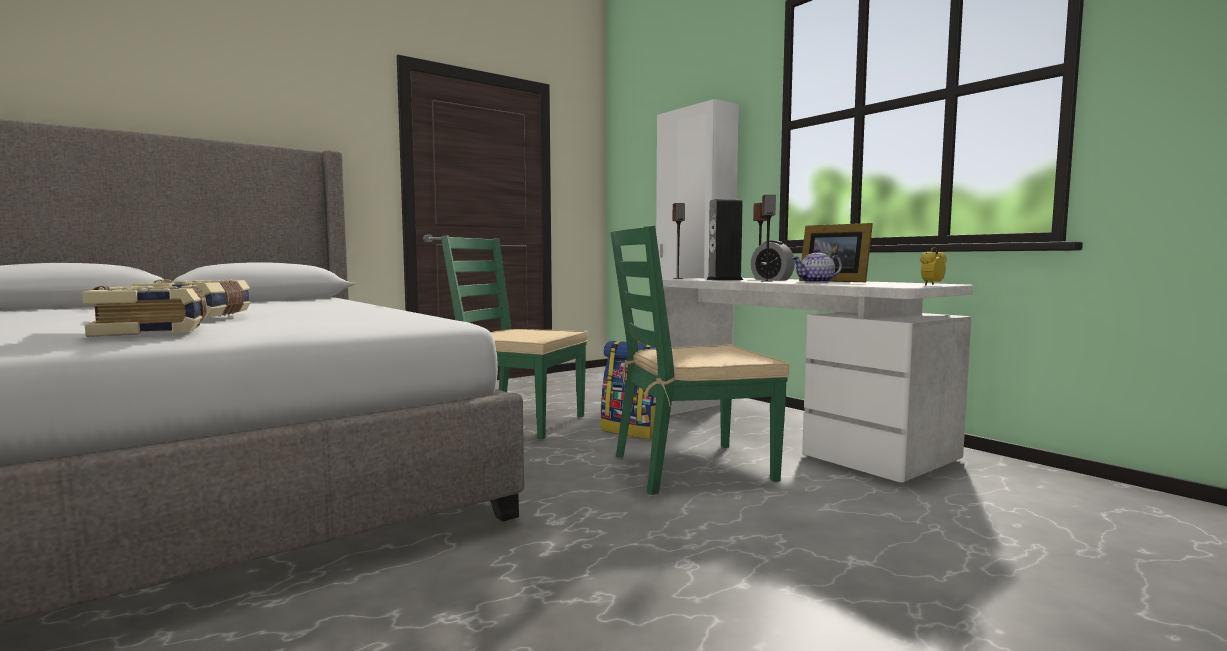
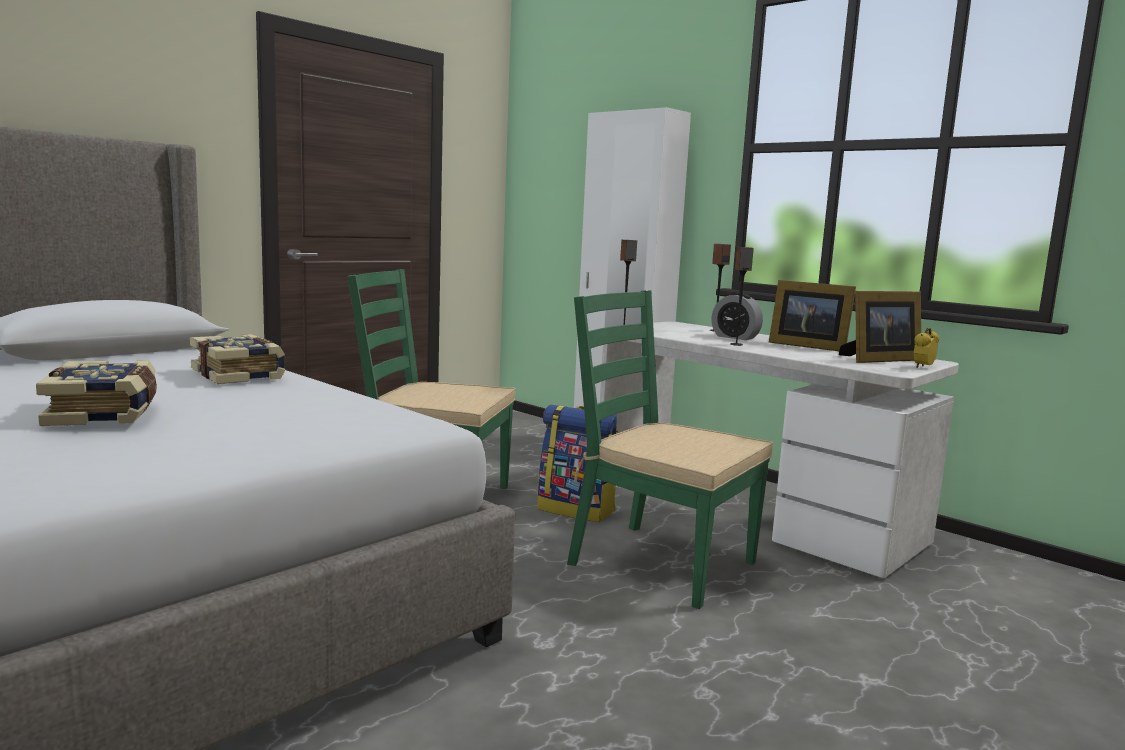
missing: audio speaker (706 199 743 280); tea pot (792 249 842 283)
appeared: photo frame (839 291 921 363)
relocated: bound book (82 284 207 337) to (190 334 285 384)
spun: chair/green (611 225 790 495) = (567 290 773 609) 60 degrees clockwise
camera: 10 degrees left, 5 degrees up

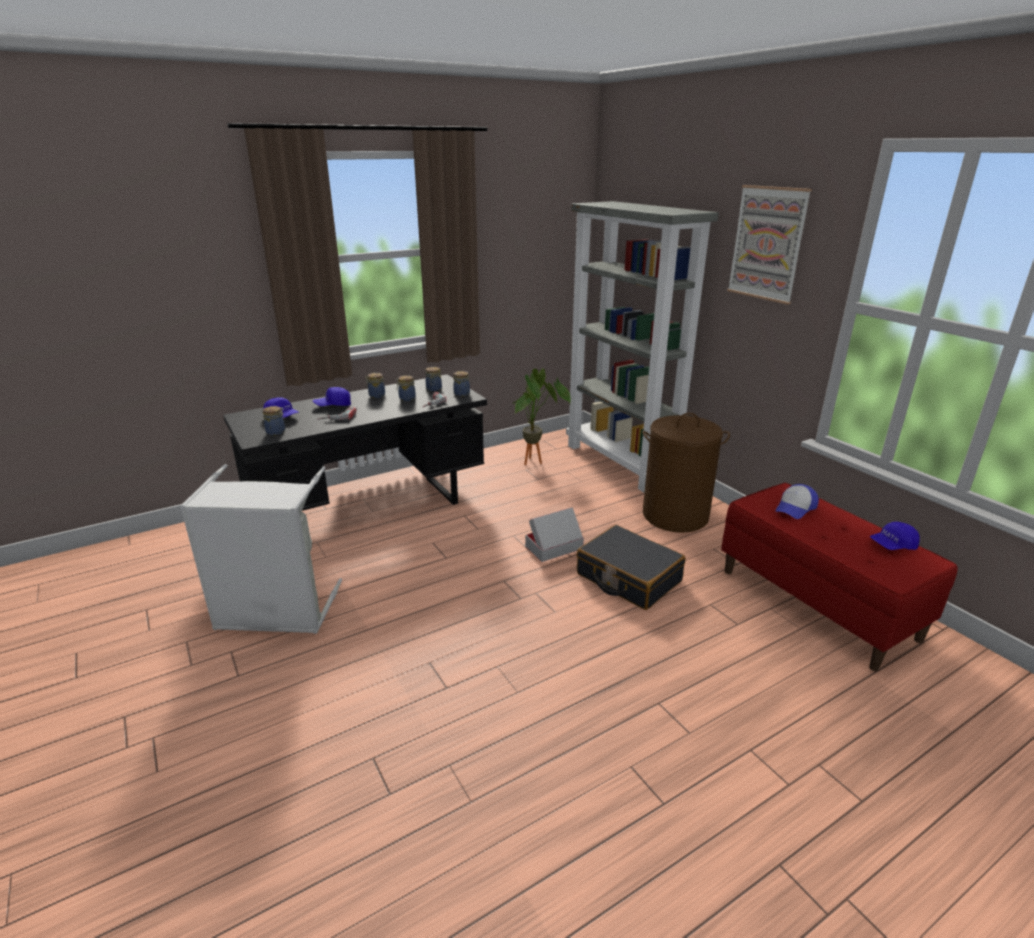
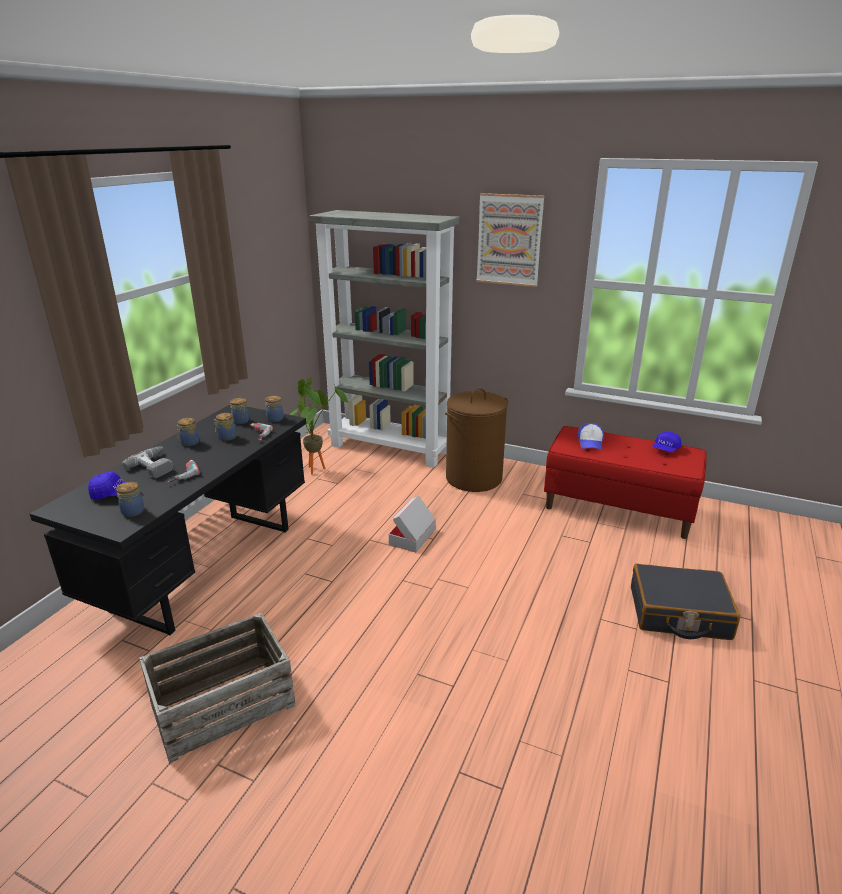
relocated: piece of luggage/black-coloured (577 525 685 610) to (631 564 740 640)
exchanged: washing basket/gray (180 464 342 634) to crate (139 613 295 764); cap/bluish (312 387 351 406) to drill (122 447 173 478)
camera: 35 degrees left, 0 degrees up

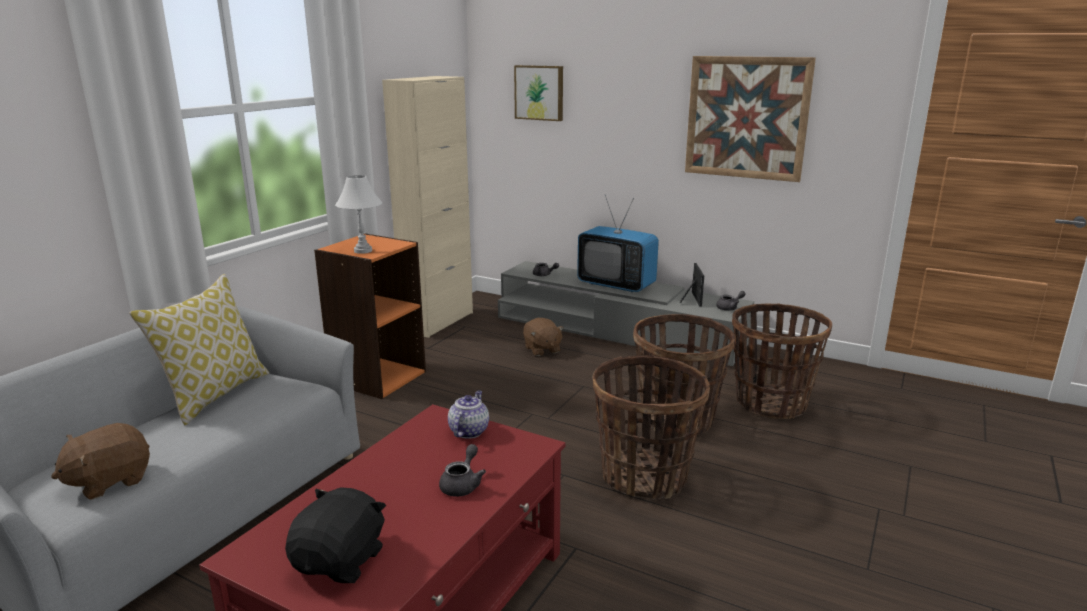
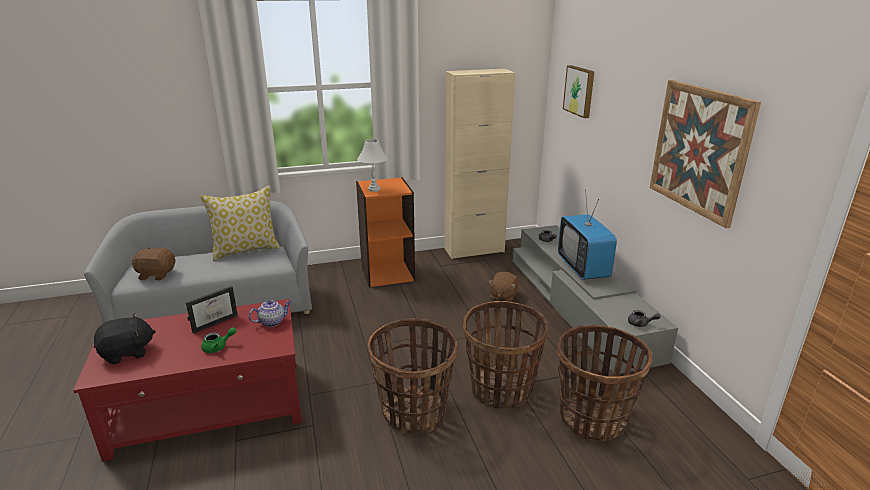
relocated: photo frame (680 263 704 306) to (186 286 238 334)
colour: tea pot/gray (439 444 486 497) to tea pot/green (201 327 236 353)
camera: 45 degrees right, 5 degrees up

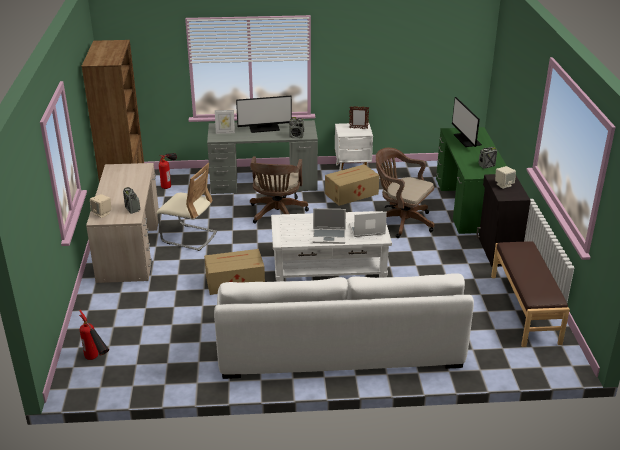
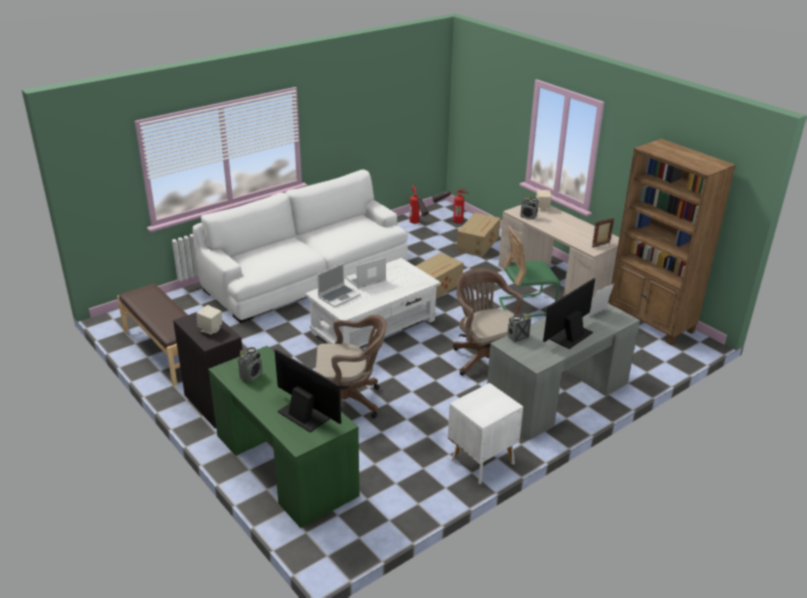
relocated: fire extinguisher (159 153 177 189) to (409 184 429 224); cardboard box (325 164 379 206) to (456 213 501 257); photo frame (349 106 369 129) to (592 217 615 248)
colour: chair/beige (157 163 217 251) to chair/green (499 226 560 317)
camera: 145 degrees right, 0 degrees up

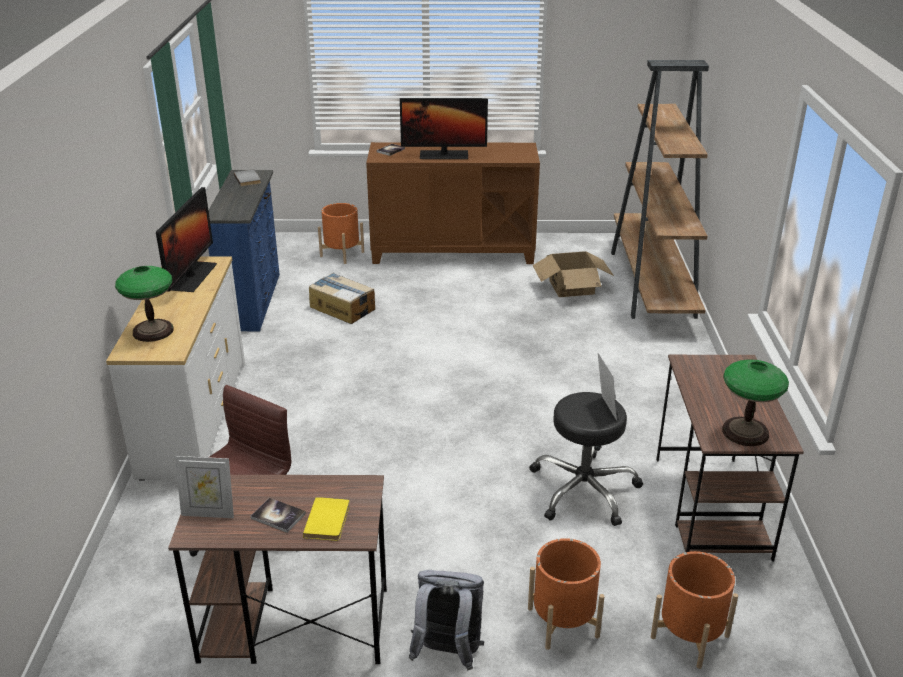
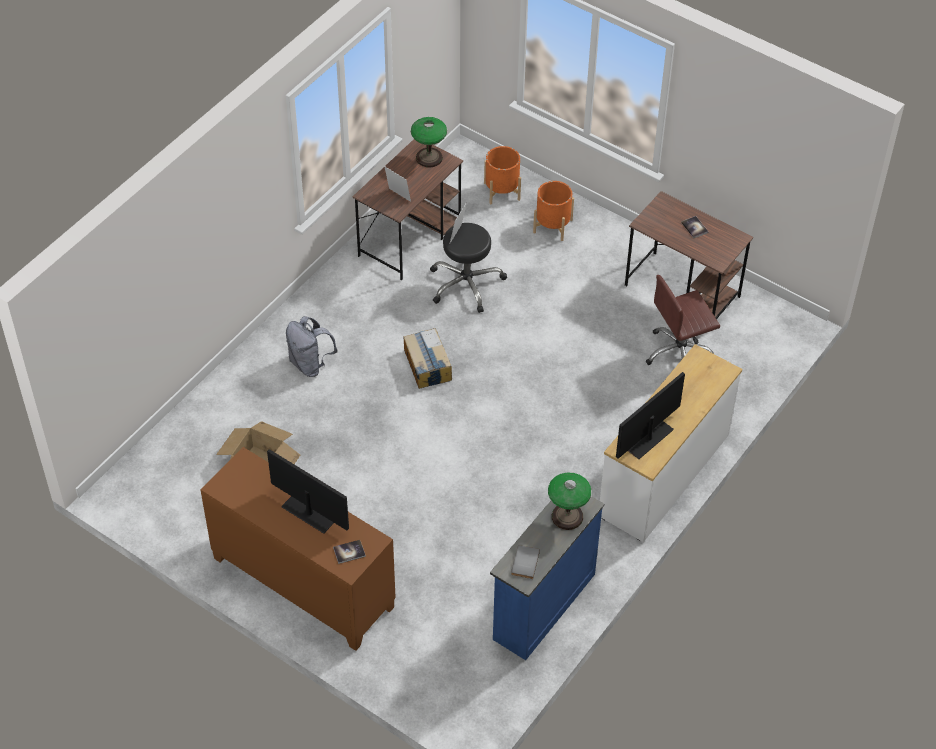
missing: bound book/yellowish (303 497 350 541); plant pot/orange (318 203 364 264); bookcase/brown-coloured (611 60 709 319)
relocated: tabletop lamp (115 266 174 342) to (548 472 591 530); photo frame (175 456 234 518) to (384 166 411 202); cardboard box (309 273 375 324) to (404 328 452 389); backpack/gray (409 570 484 670) to (286 316 338 377)
camera: 145 degrees left, 20 degrees up

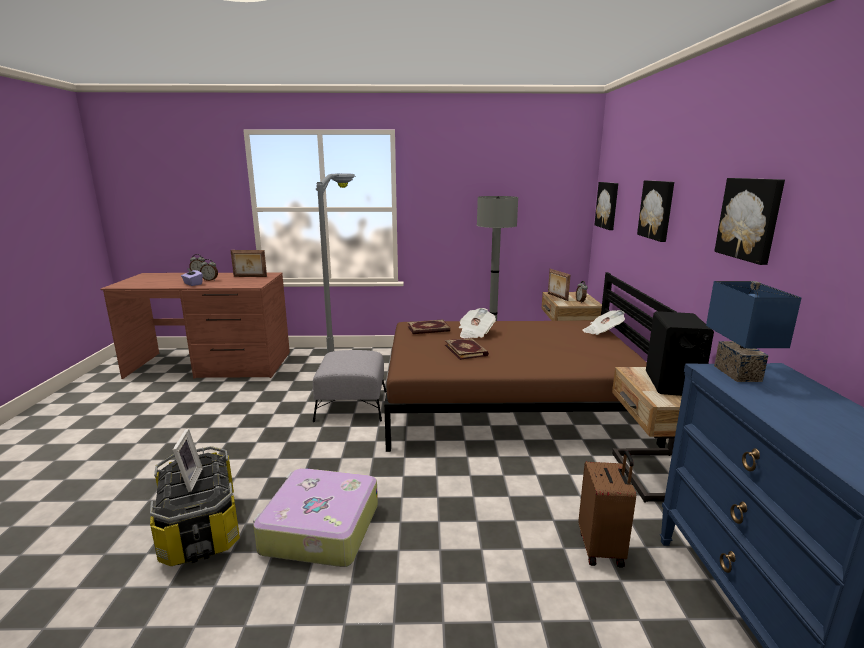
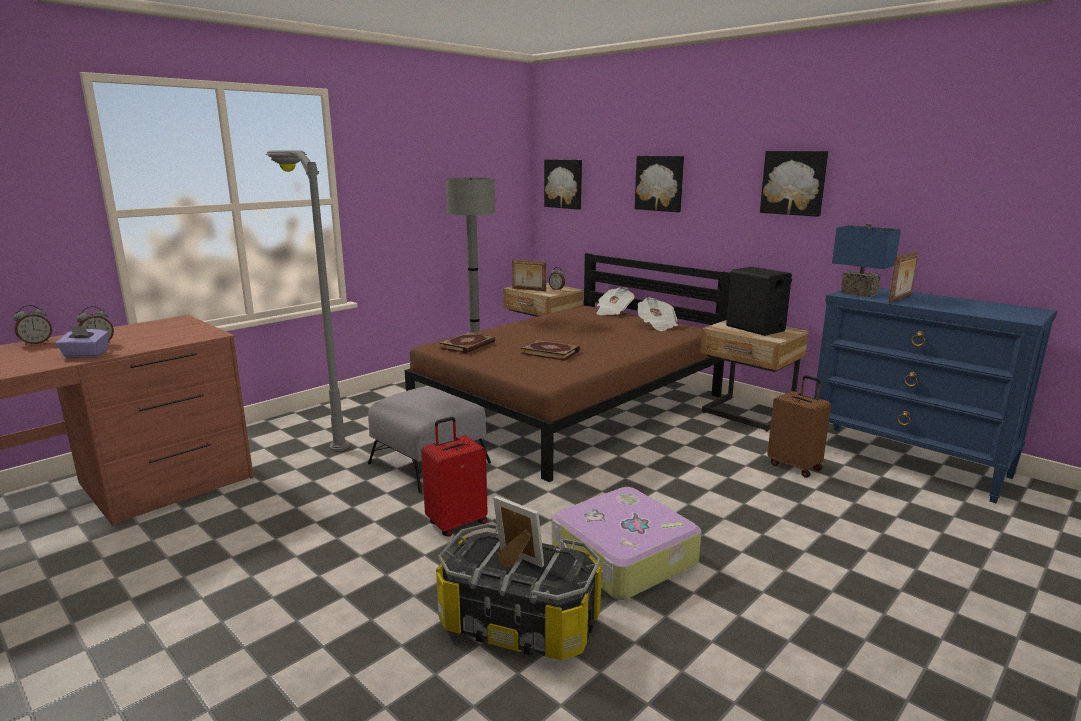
appeared: piece of luggage/red (421 417 488 537)
relocated: photo frame (230 250 267 277) to (888 251 918 303); daily paper (459 308 496 338) to (638 298 678 331)
camera: 45 degrees left, 0 degrees up

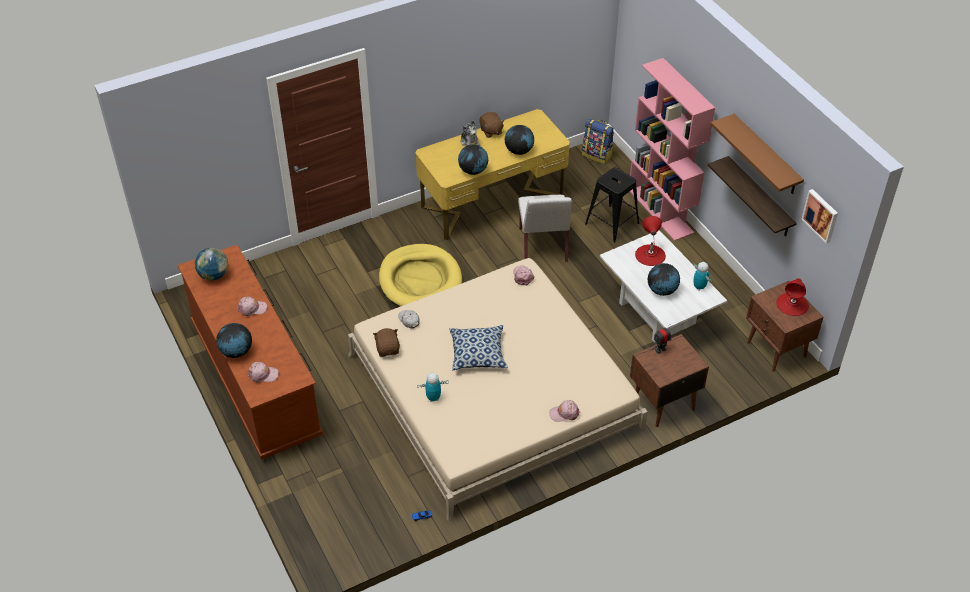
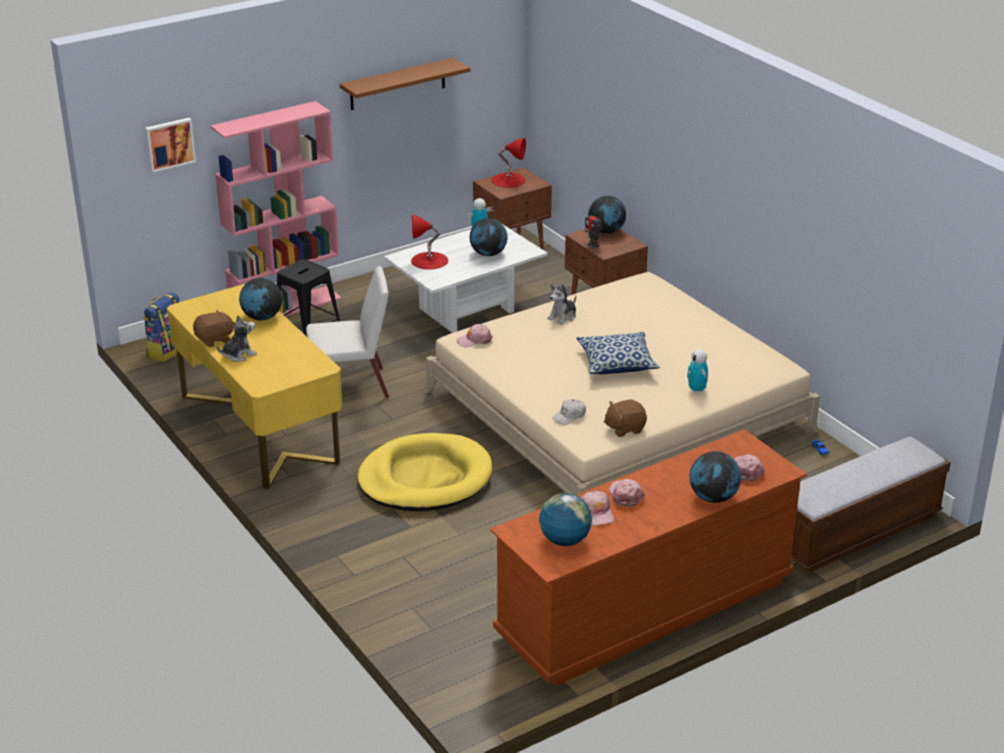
missing: bracket shelf (708 156 797 236)
appeared: cuddly toy (548 284 576 325); indoor bench (791 437 951 573)
relocated: world globe (458 144 488 175) to (588 196 626 234); cap/pink (549 400 580 422) to (581 491 614 526); picture (801 189 838 244) to (145 118 196 172)
camera: 95 degrees left, 15 degrees down

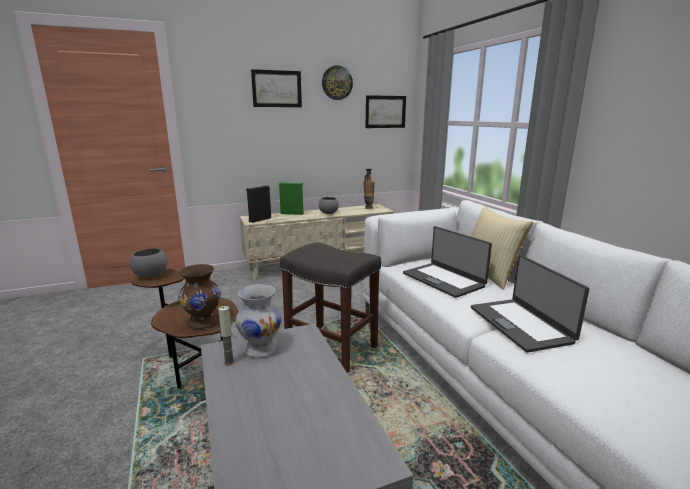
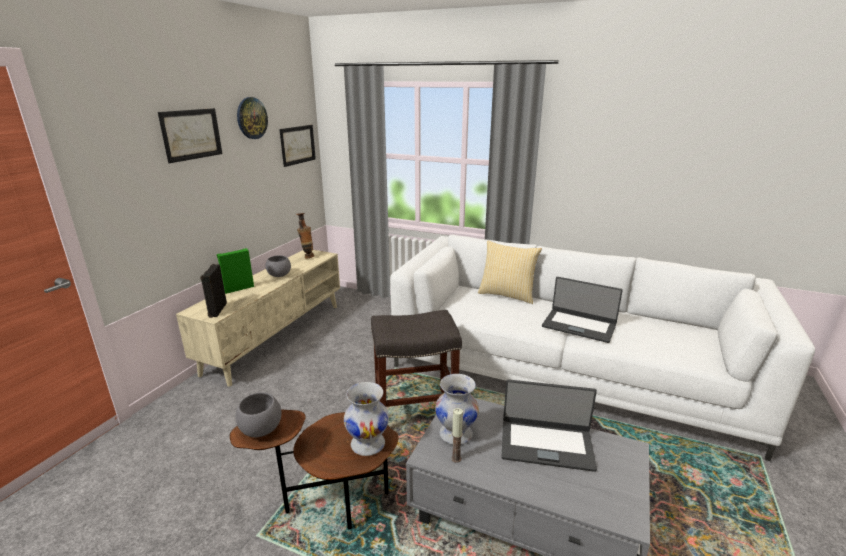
relocated: notebook computer (403 226 492 298) to (502 379 597 472)
colour: flower vase/brown-coloured (178 264 221 329) to flower vase/white (344 382 389 456)
camera: 45 degrees left, 5 degrees up

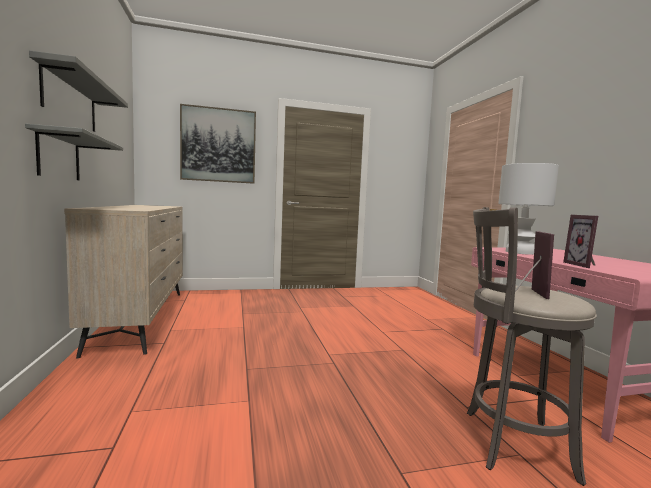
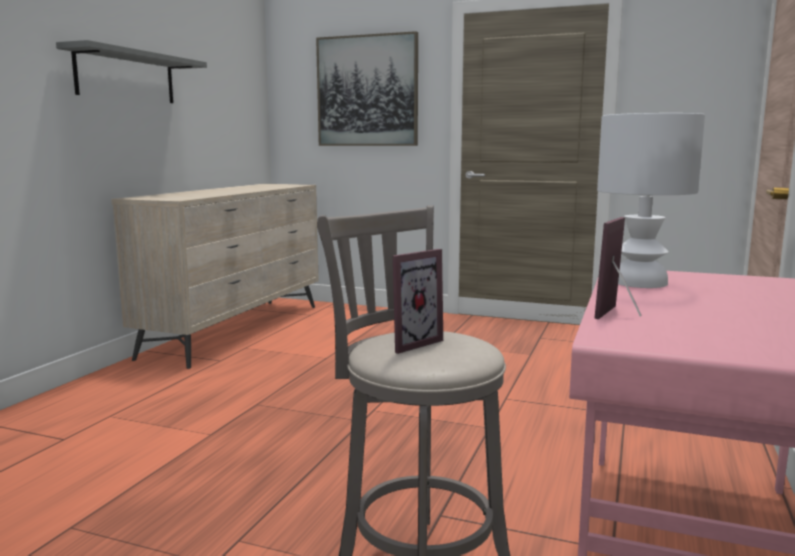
missing: bracket shelf/gray (25 124 123 180)
camera: 35 degrees right, 5 degrees up

